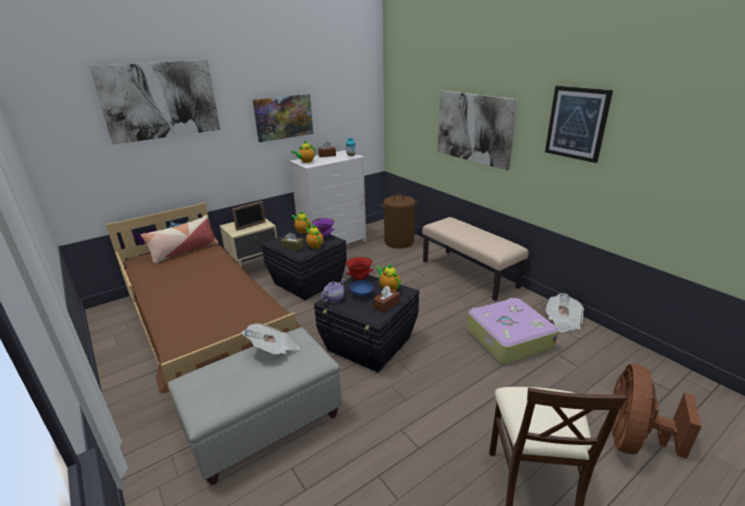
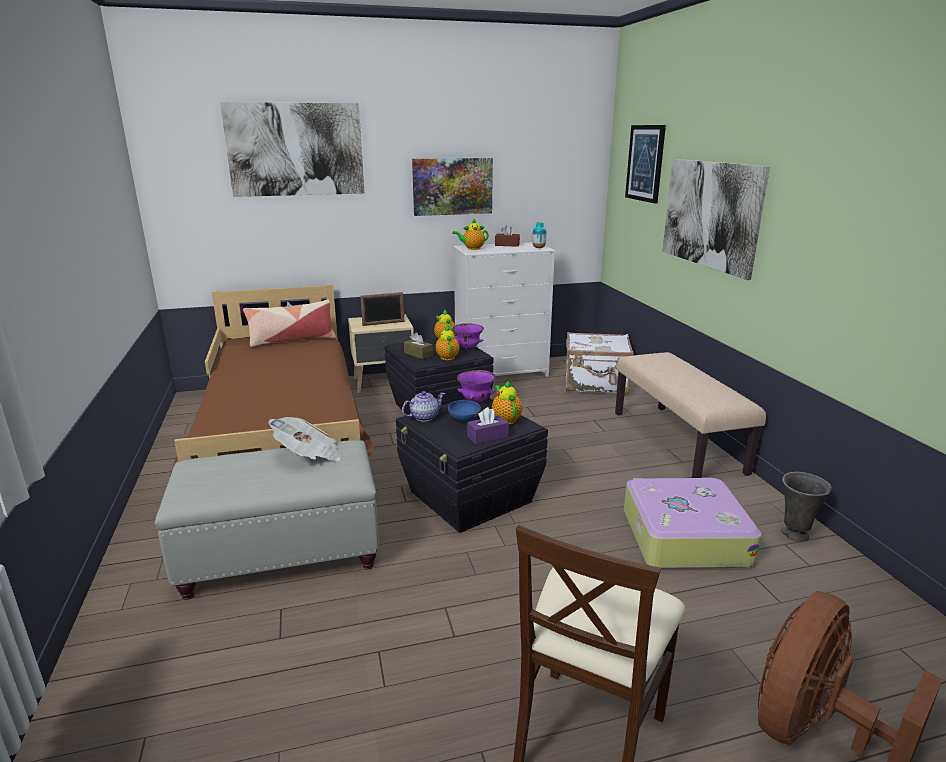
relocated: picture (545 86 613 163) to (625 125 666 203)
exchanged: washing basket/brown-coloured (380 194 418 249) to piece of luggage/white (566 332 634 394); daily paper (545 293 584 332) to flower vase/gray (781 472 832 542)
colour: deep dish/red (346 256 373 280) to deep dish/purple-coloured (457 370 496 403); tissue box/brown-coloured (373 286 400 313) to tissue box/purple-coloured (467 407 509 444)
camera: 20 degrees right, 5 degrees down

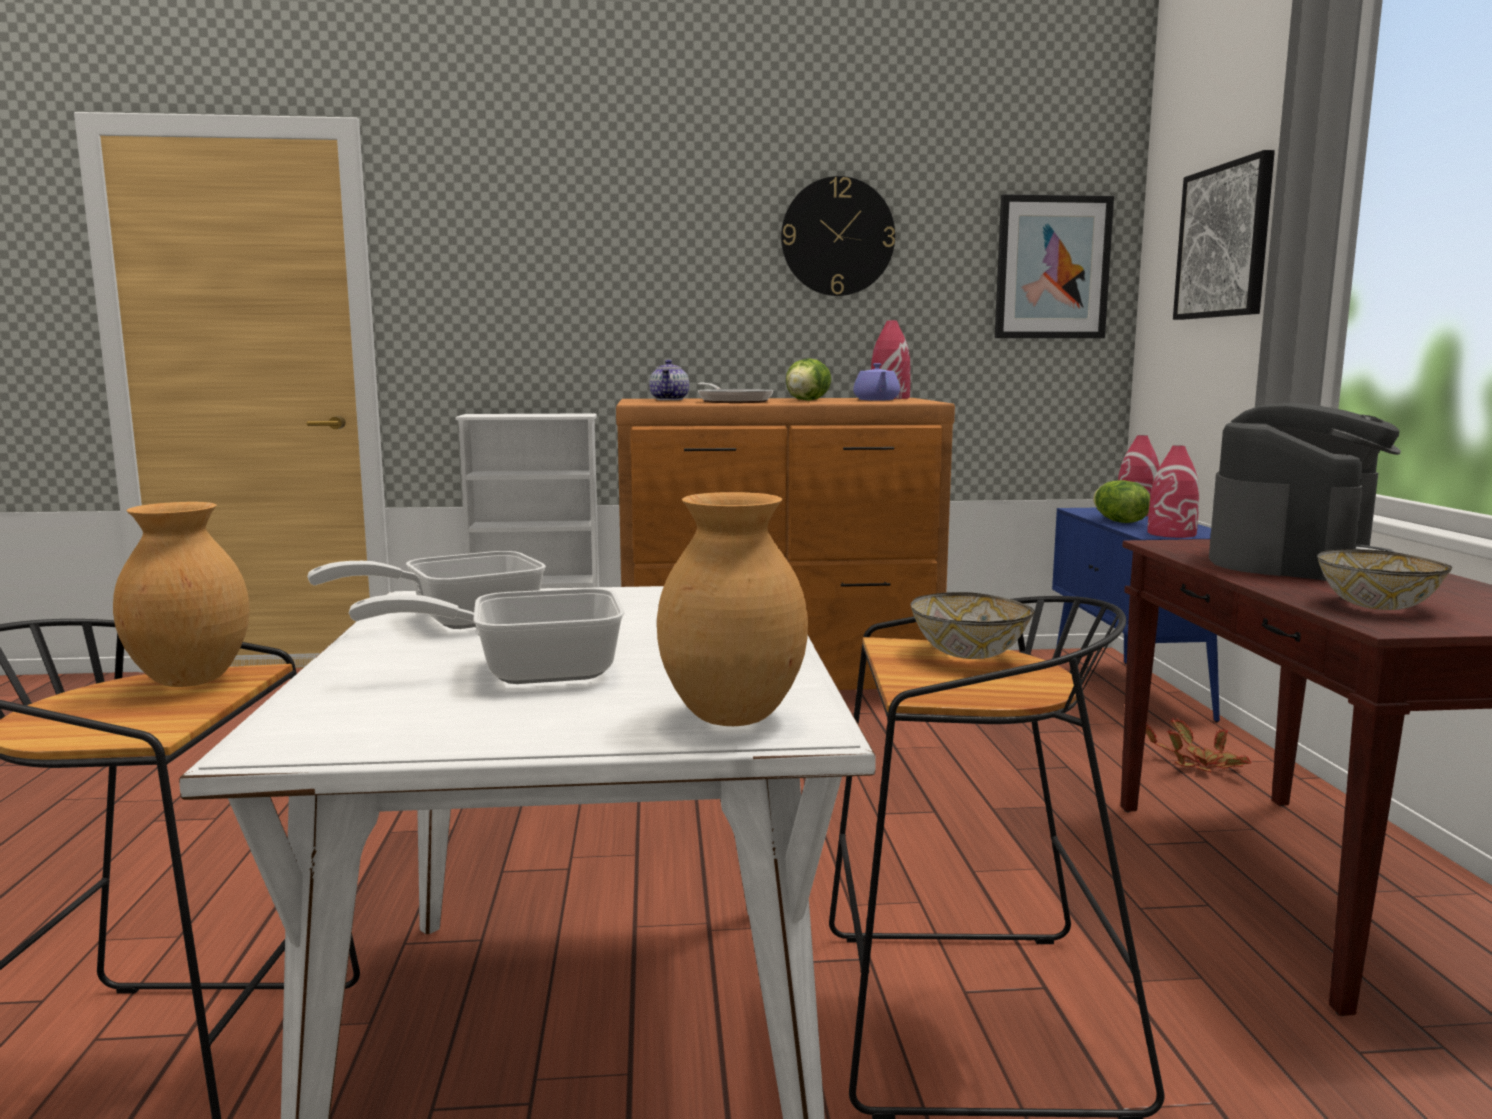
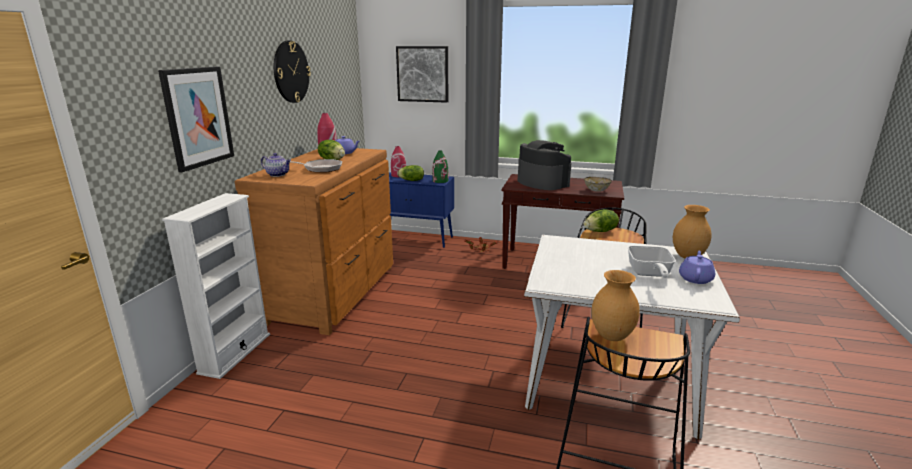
missing: skillet (307 551 546 629)
appeared: tea pot/purple-coloured (679 251 715 284)
relocated: picture (995 194 1114 338) to (158 66 234 172)
exchanged: deep dish (911 592 1035 659) to lettuce head (584 209 619 232)
colour: flower vase/red (1147 445 1199 538) to flower vase/green (432 150 448 183)
camera: 70 degrees left, 10 degrees up

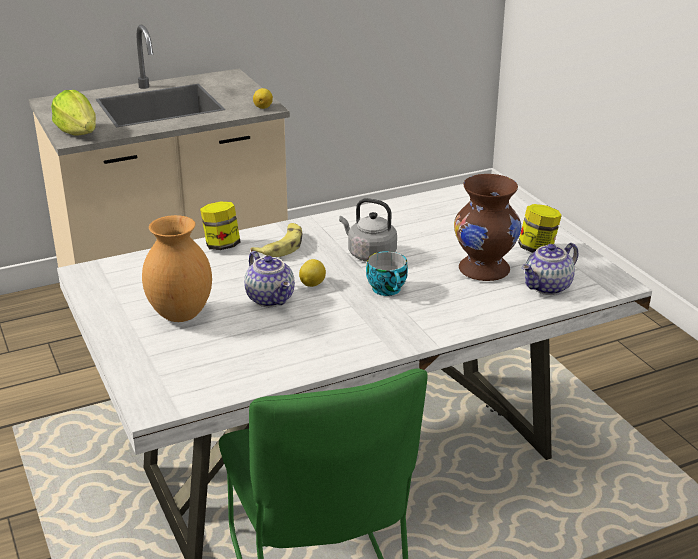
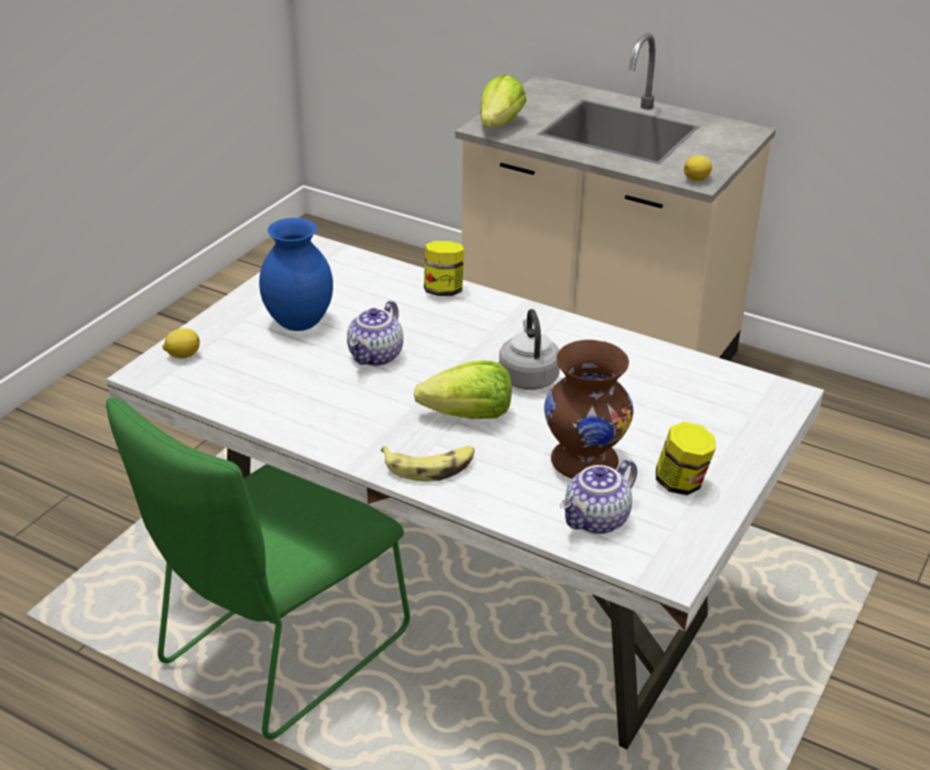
relocated: whole banana (250 223 302 257) to (381 446 474 481); citrus fruit (299 259 326 287) to (162 328 200 359)
exchanged: small cup (366 251 408 296) to lettuce head (414 360 512 419)
colour: flower vase/brown-coloured (142 215 212 322) to flower vase/bluish (259 218 333 331)
spun: tea pot (522 243 579 295) = (560 459 637 534) 60 degrees counterclockwise
camera: 55 degrees right, 5 degrees up

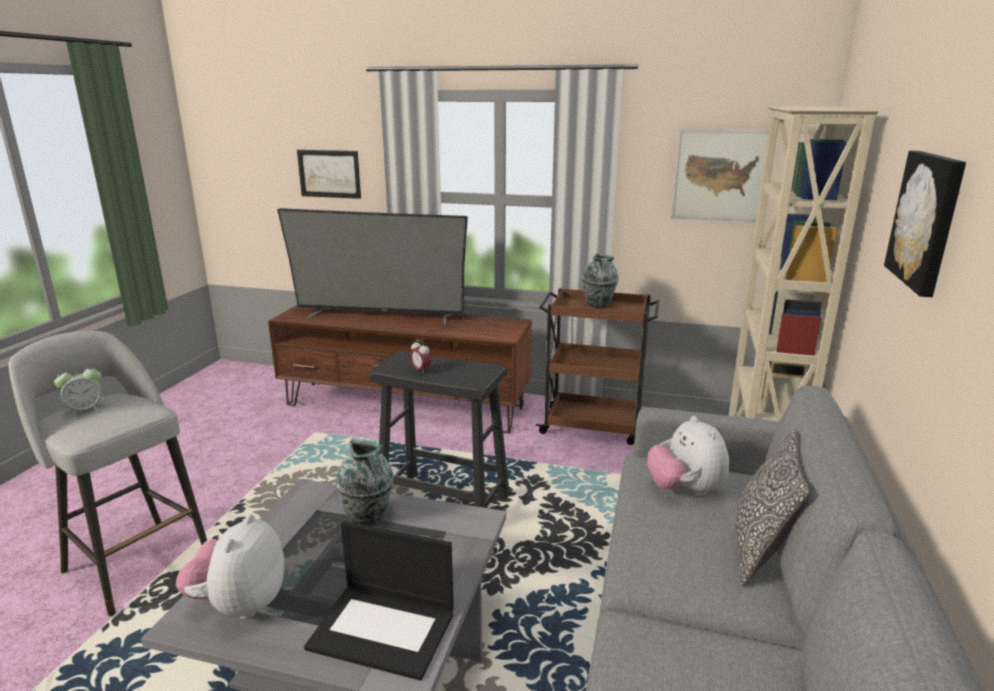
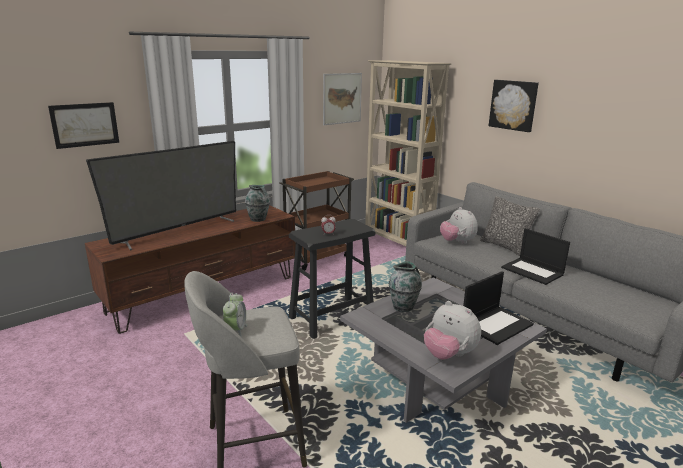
appeared: notebook computer (501 228 570 285)
relocated: flower vase (582 253 618 308) to (245 185 270 222)
spun: cuddly toy (647 416 729 496) = (440 207 478 244) 45 degrees clockwise
camera: 55 degrees left, 0 degrees up

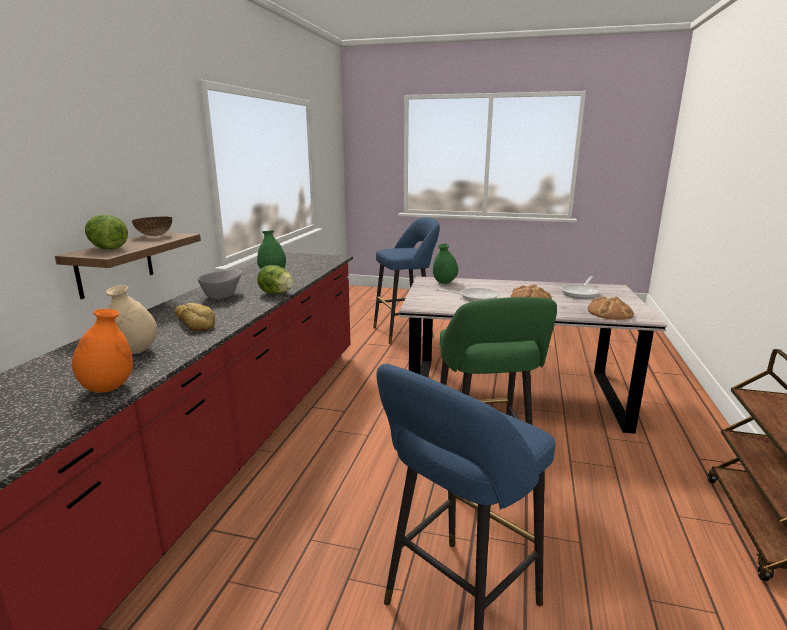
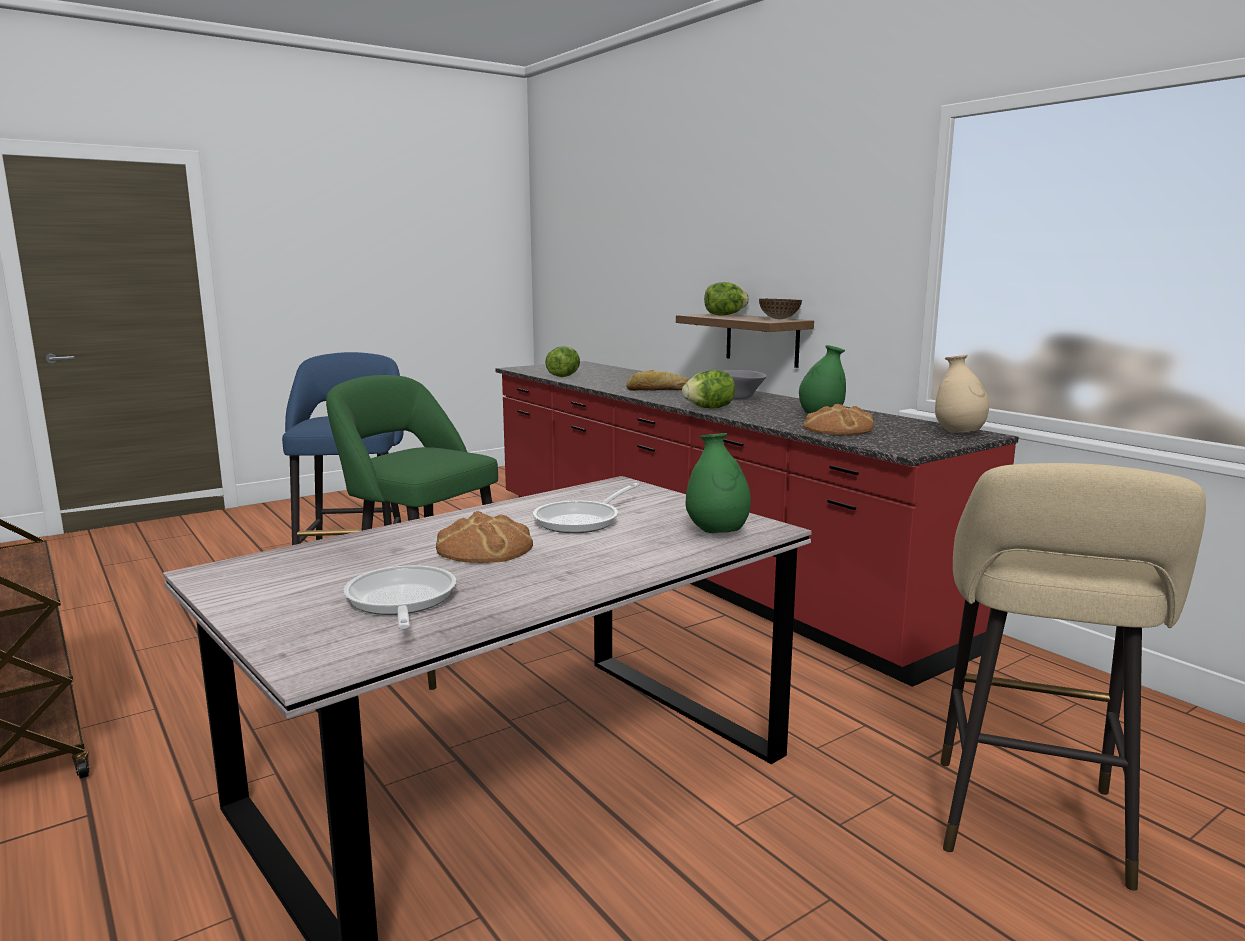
relocated: flower vase/beige (106 285 157 354) to (935 355 989 433); bread (588 296 634 320) to (803 404 874 435)
exchanged: flower vase/orange (72 309 133 393) to lettuce head (545 346 580 377)
colour: stool seat/bluish (373 217 440 344) to stool seat/beige (940 463 1206 891)
camera: 130 degrees right, 5 degrees down

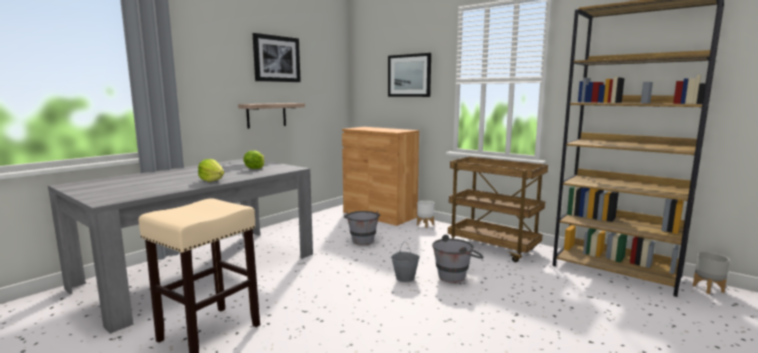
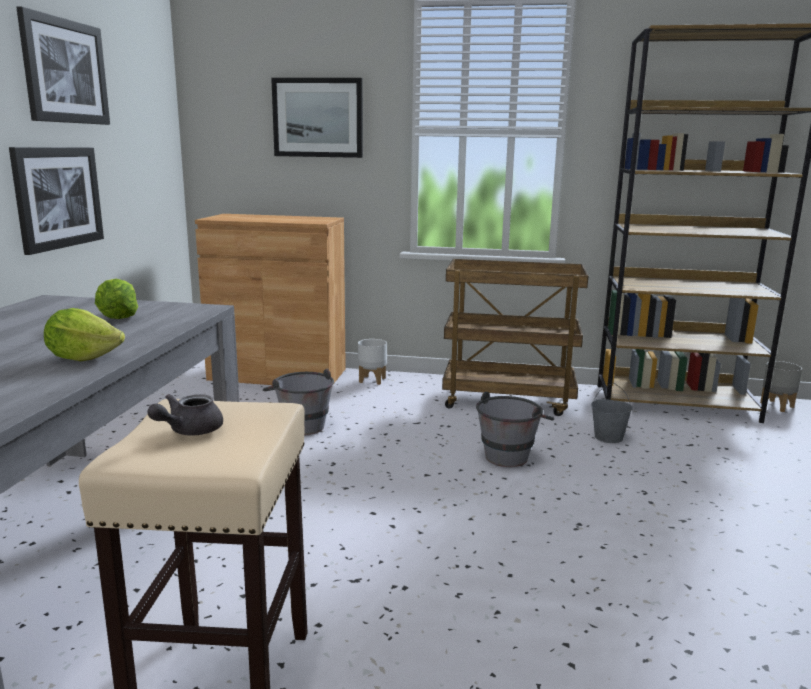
appeared: tea pot/gray (148 394 223 436)
relocated: pail/gray (391 241 420 282) to (591 383 633 443)
exchanged: bracket shelf (238 103 305 129) to picture (9 147 104 255)
camera: 30 degrees left, 5 degrees up

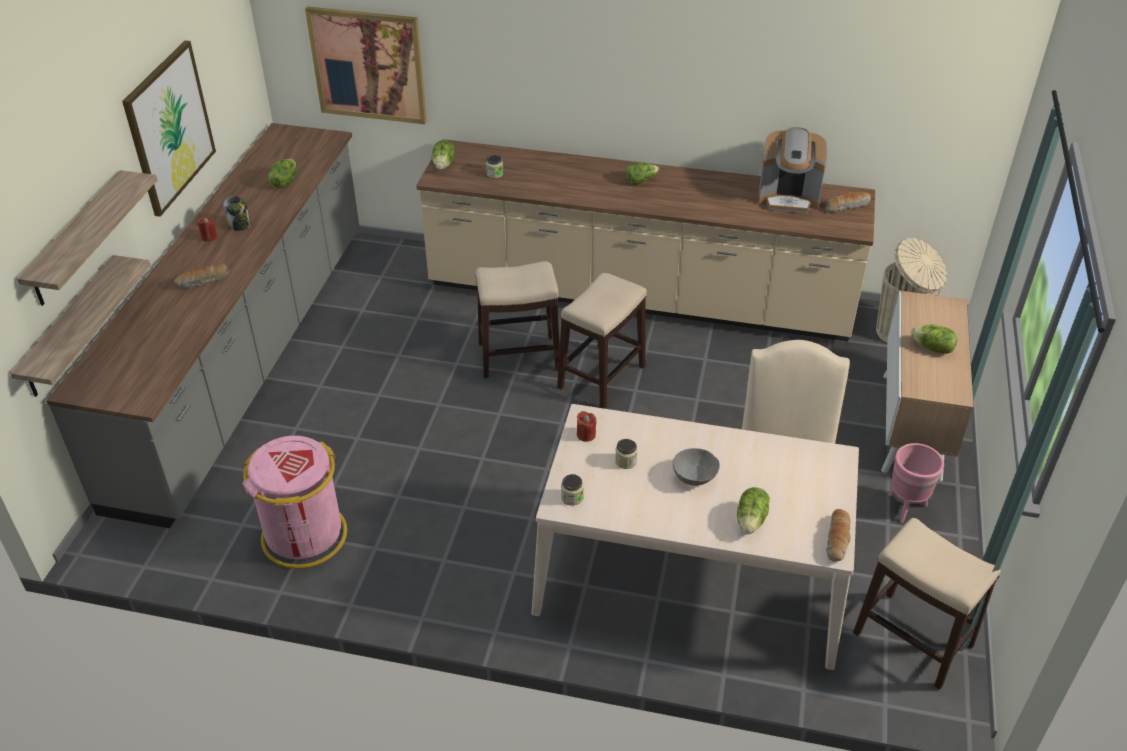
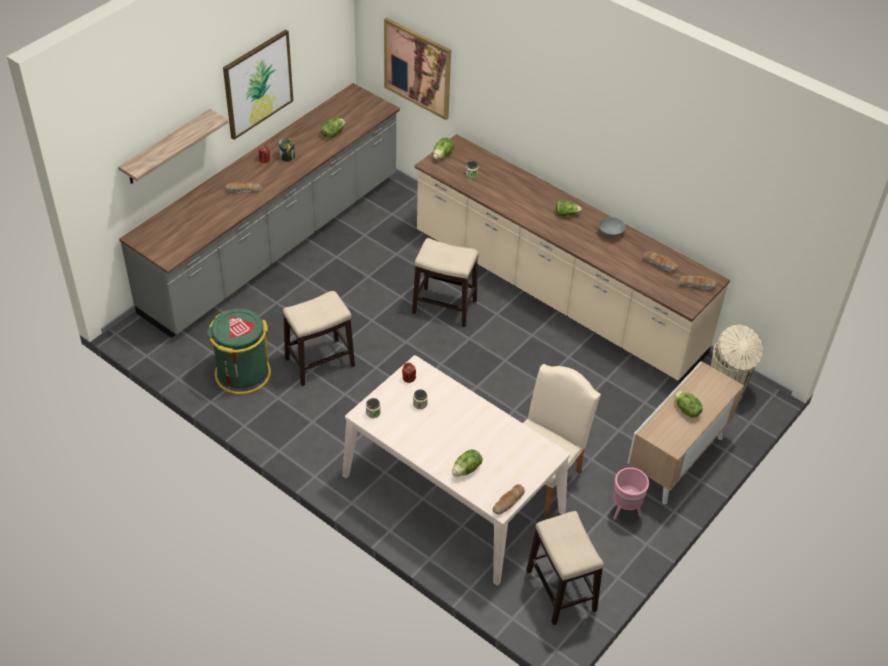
missing: bracket shelf (10 255 150 397)
relocated: stool seat (557 273 647 409) to (283 291 355 386); deep dish/gray (673 448 720 486) to (598 217 626 238)
exchanged: coffee machine (758 127 827 214) to bread (642 251 678 273)
colour: rubbish bin/pink (242 436 347 569) to rubbish bin/green (207 308 271 394)
camera: 25 degrees right, 5 degrees up

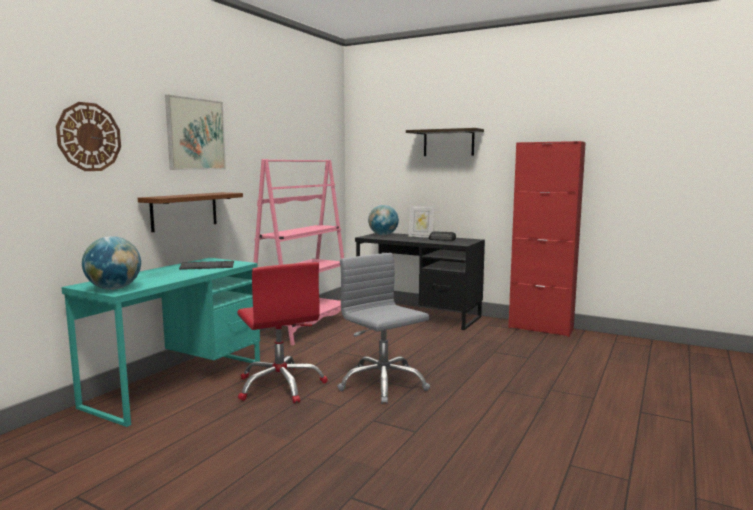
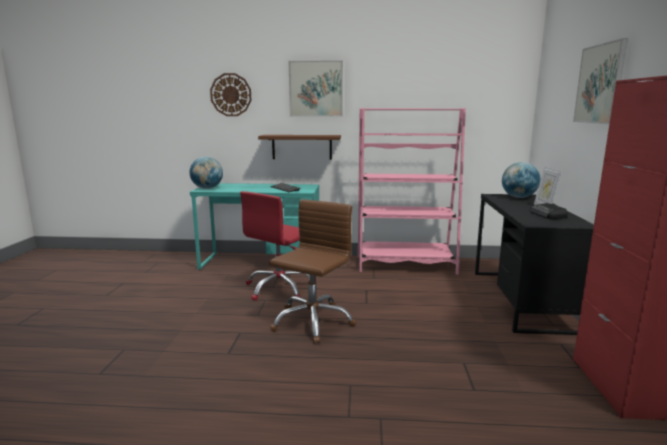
exchanged: bracket shelf (406 128 484 156) to picture (573 38 628 124)
colour: desk chair/gray (337 253 430 404) to desk chair/brown-coloured (269 199 356 343)
camera: 65 degrees right, 5 degrees up

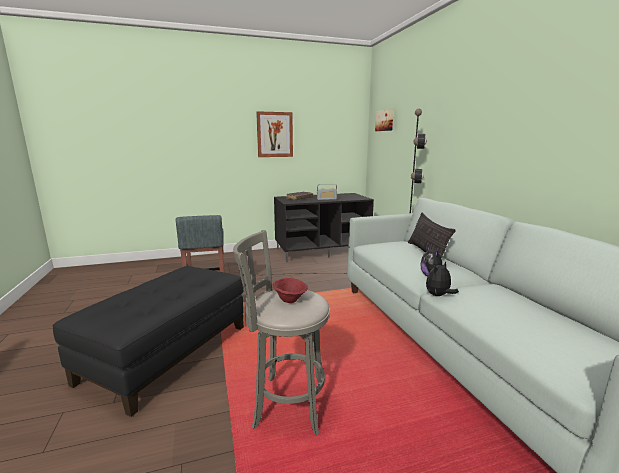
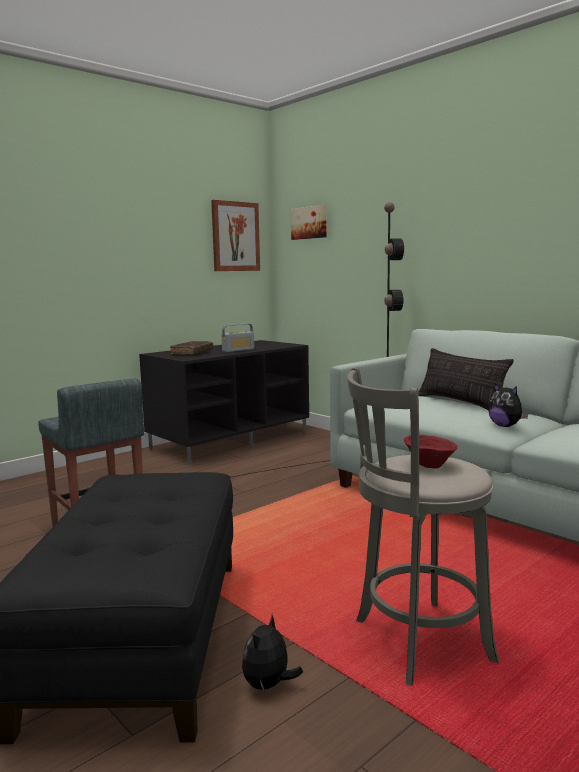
relocated: picture (256 111 293 157) to (211 200 260 271); cuddly toy (426 261 459 296) to (242 615 303 693)
camera: 25 degrees left, 5 degrees down

